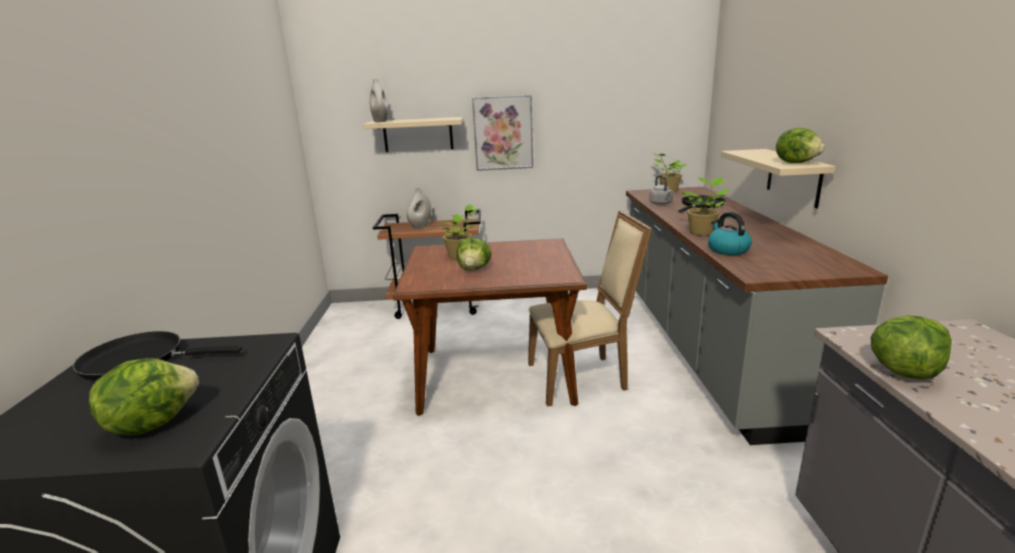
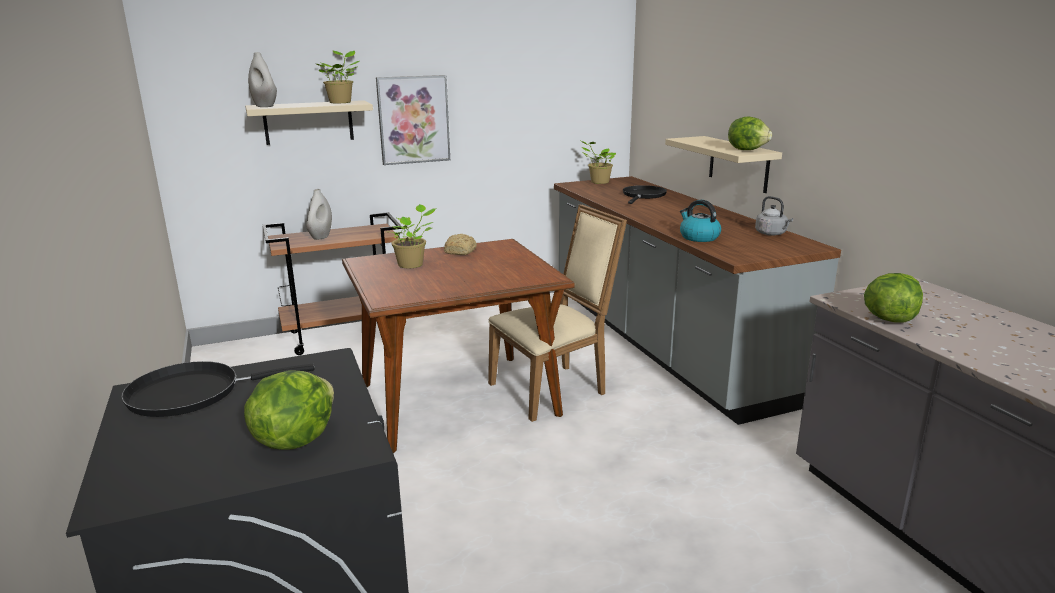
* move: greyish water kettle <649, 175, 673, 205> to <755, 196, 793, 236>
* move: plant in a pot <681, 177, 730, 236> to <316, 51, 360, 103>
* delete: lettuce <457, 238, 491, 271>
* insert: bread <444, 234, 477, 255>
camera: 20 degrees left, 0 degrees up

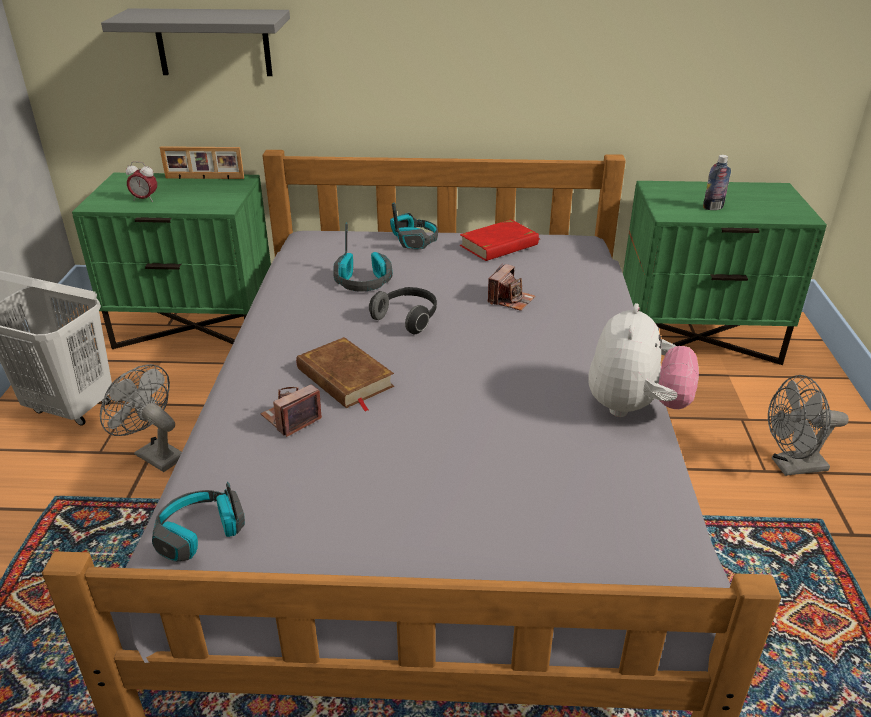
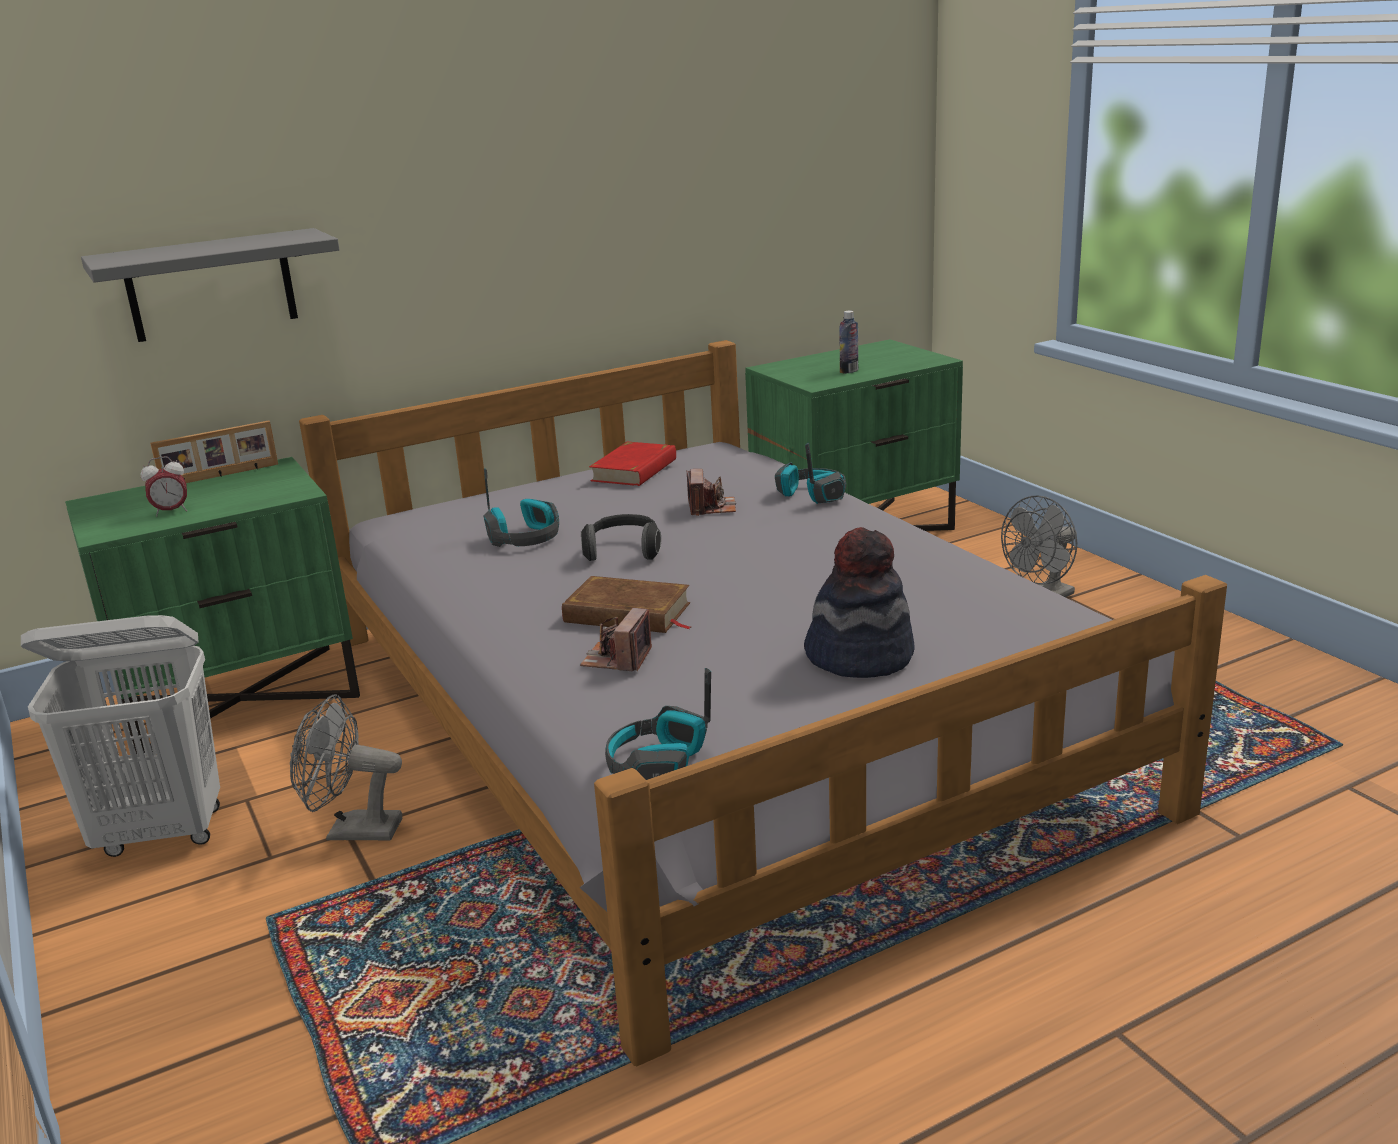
* move: headphones <390, 203, 438, 250> to <775, 443, 846, 504>
* delete: cuddly toy <588, 303, 699, 417>
* insert: clothing hat <804, 527, 915, 678>
camera: 30 degrees left, 10 degrees down

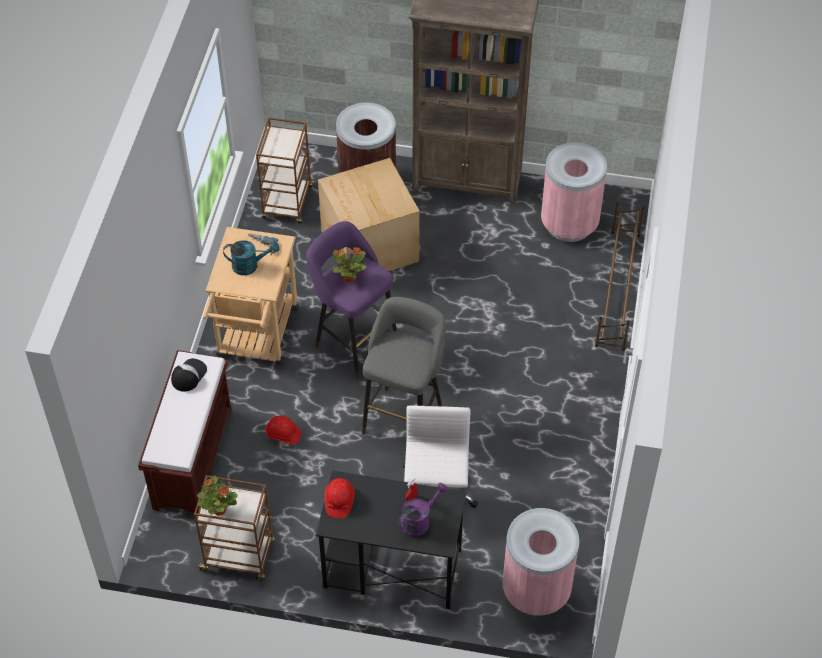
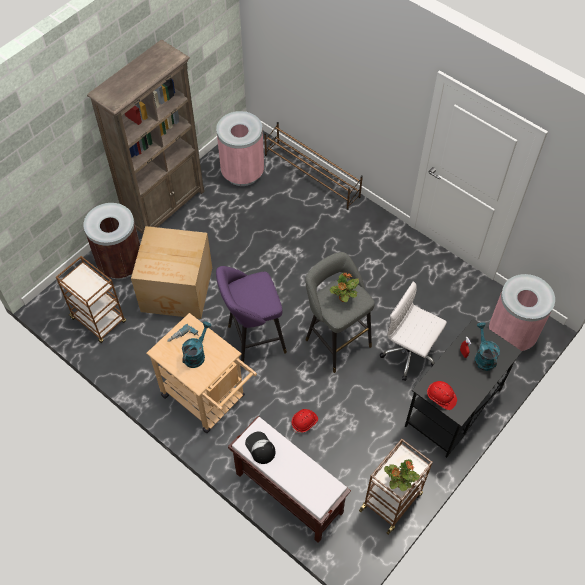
* move: plant in a pot <332, 247, 366, 282> to <330, 272, 359, 302>
* recolor: purple watering pot <398, 483, 448, 537> to turquoise-coloured watering pot <475, 322, 500, 371>
camera: 60 degrees left, 5 degrees up

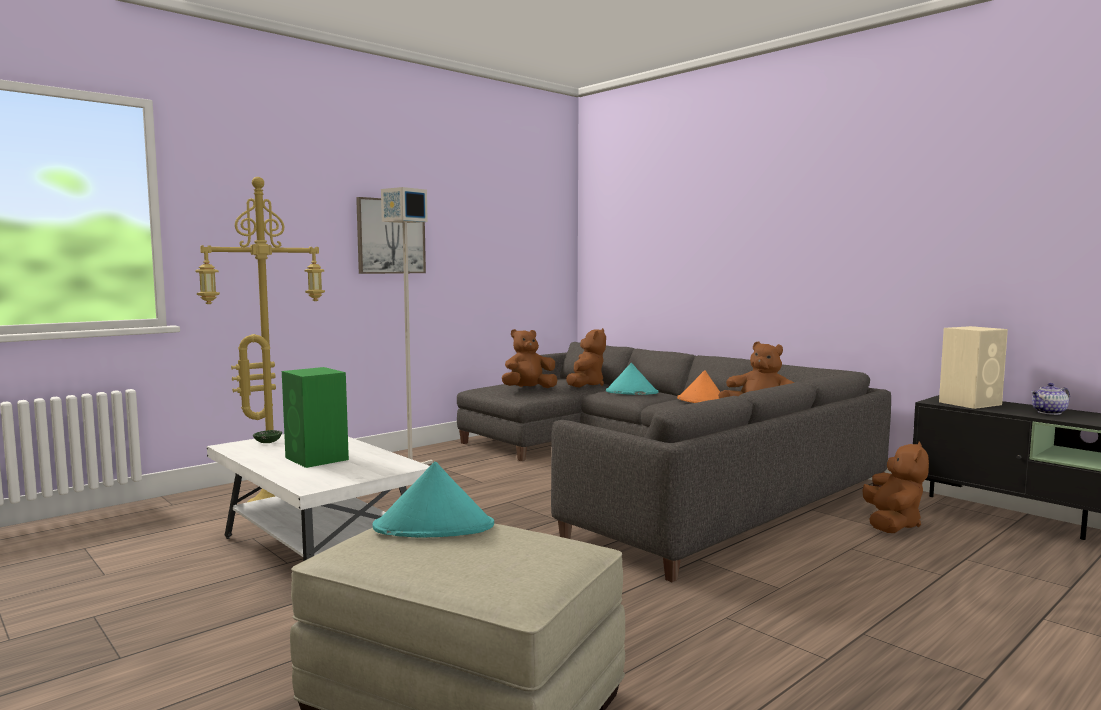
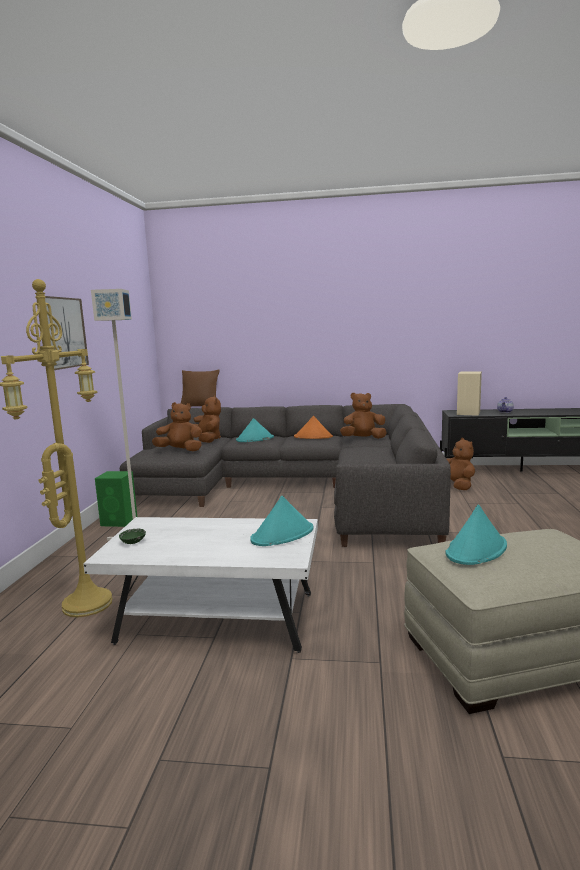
* rotate: brown-coloured cuddly toy <502, 329, 557, 388> = <152, 402, 202, 451> 75 degrees clockwise
* move: green loudspeaker <282, 367, 349, 468> to <95, 471, 137, 527>
* insert: brown-coloured throw pillow <180, 370, 219, 406>
* insert: turquoise-coloured clothing hat <250, 496, 313, 546>
camera: 40 degrees left, 5 degrees up

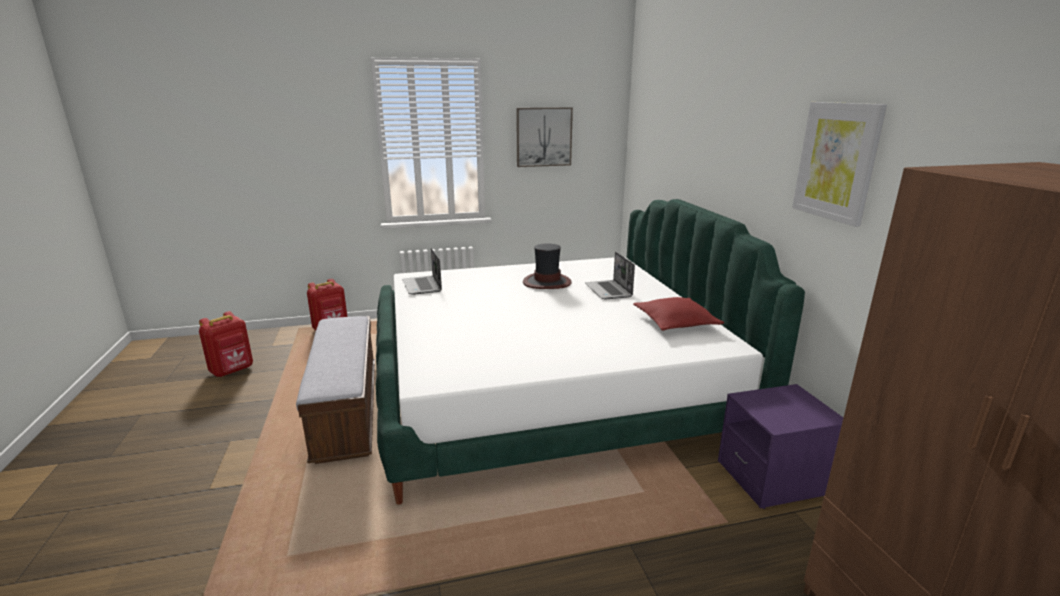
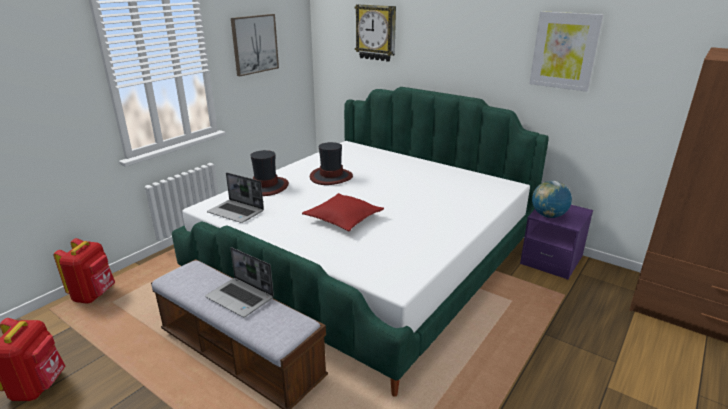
* move: laptop <585, 252, 635, 299> to <205, 247, 274, 317>
* move: reddish throw pillow <633, 297, 724, 331> to <302, 193, 384, 232>
* insert: wall clock <355, 4, 396, 62>
* insert: clothing hat <250, 150, 289, 196>
* insert: globe <532, 181, 572, 218>
camera: 40 degrees left, 5 degrees up

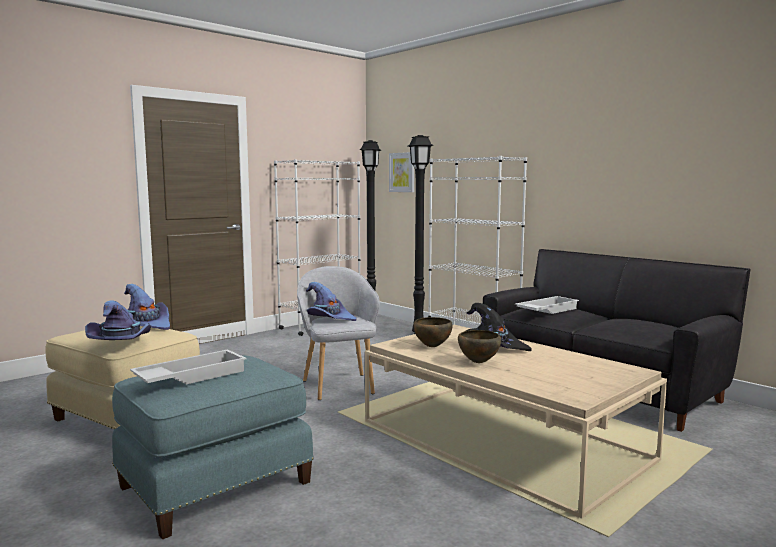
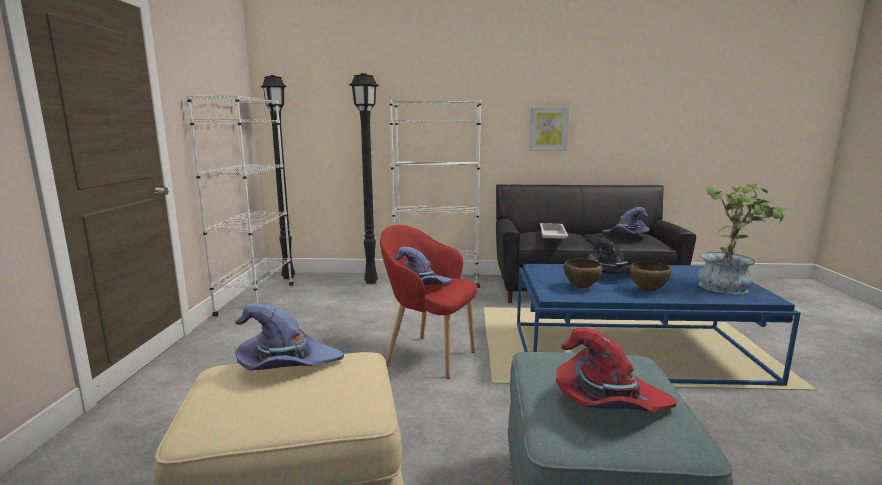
* move: wall art <389, 152, 414, 192> to <529, 107, 570, 151>
* recolor: greyish lounge chair <297, 266, 380, 400> to reddish lounge chair <380, 225, 478, 379>
* move: purple clothing hat <85, 300, 151, 340> to <602, 207, 650, 234>
* recolor: beige coffee table <365, 325, 667, 519> to blue coffee table <517, 264, 801, 386>
* replace: white carrying tray <130, 349, 247, 384> to reddish clothing hat <556, 328, 677, 413>
* insert: plant in a pot <698, 183, 789, 294>
camera: 45 degrees left, 5 degrees up

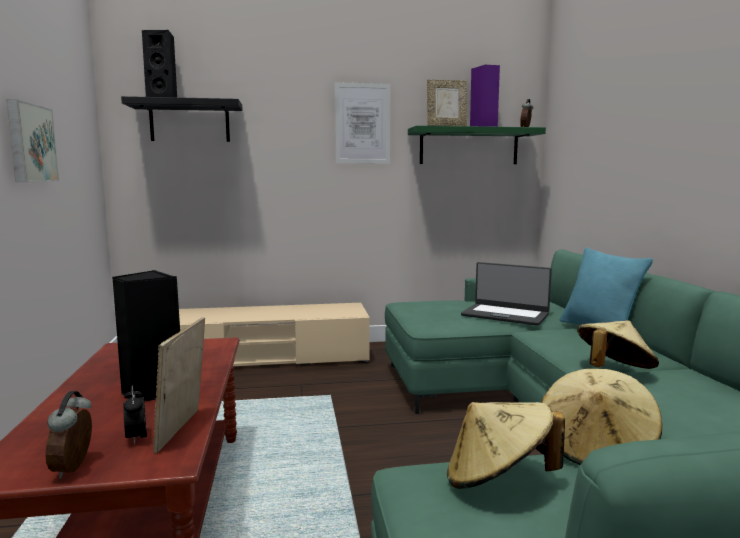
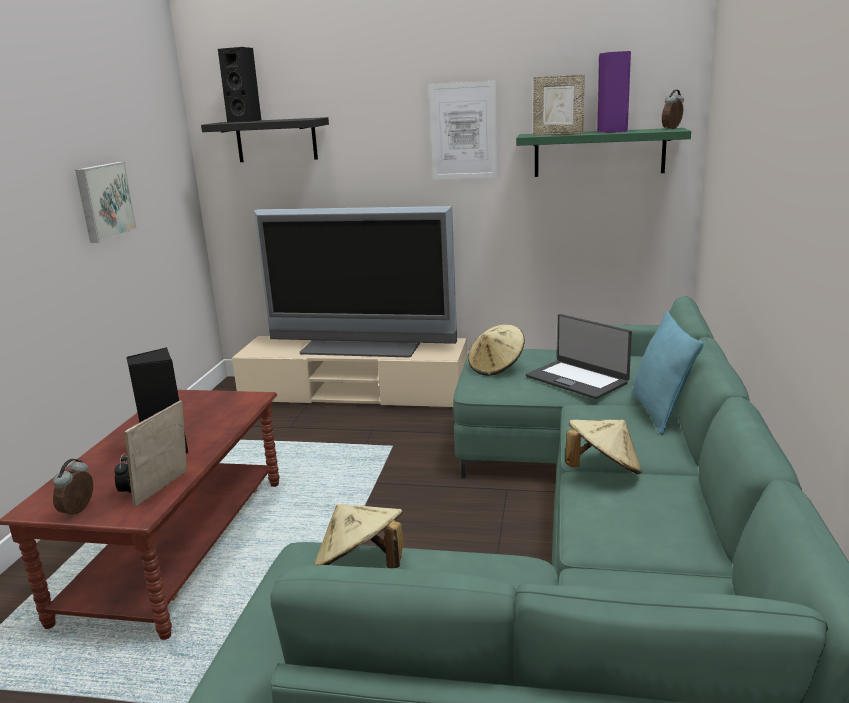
* move: beige clothing hat <541, 369, 662, 465> to <468, 325, 525, 376>
* insert: television <254, 206, 457, 357>
camera: 20 degrees right, 10 degrees up

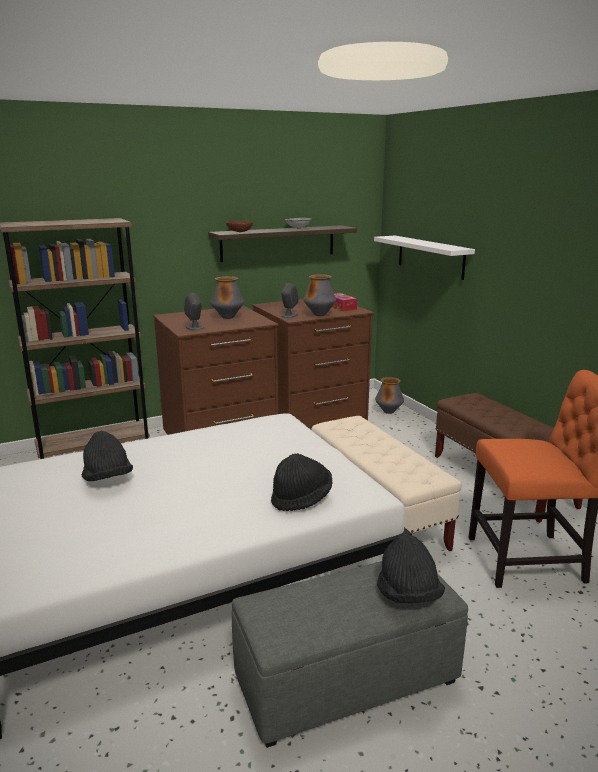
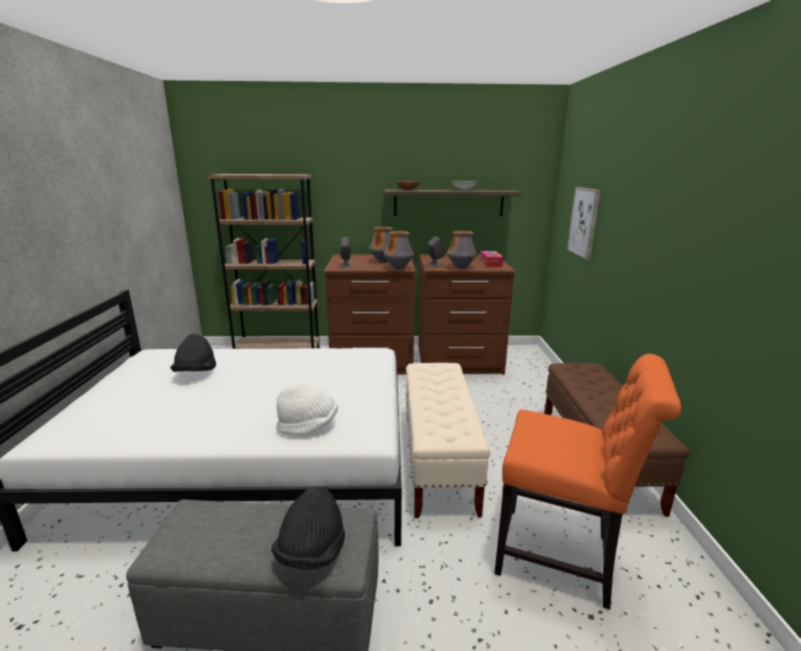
* replace: white bracket shelf <374, 236, 475, 280> to wall art <567, 187, 601, 260>
* move: vase <375, 377, 404, 414> to <384, 231, 414, 270>
* recolor: blackish clothing hat <271, 453, 332, 511> to white clothing hat <276, 382, 338, 435>
camera: 25 degrees right, 0 degrees up

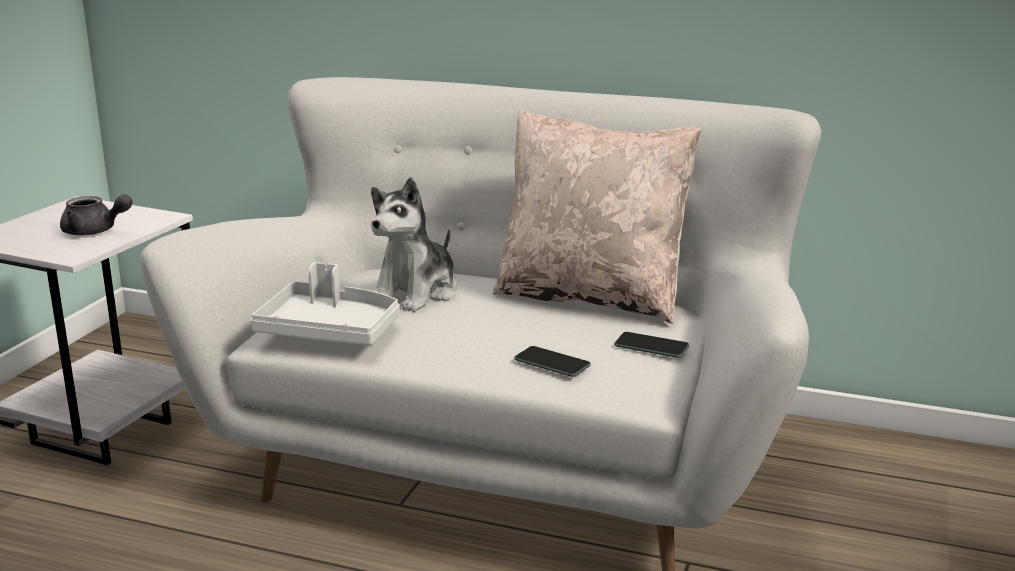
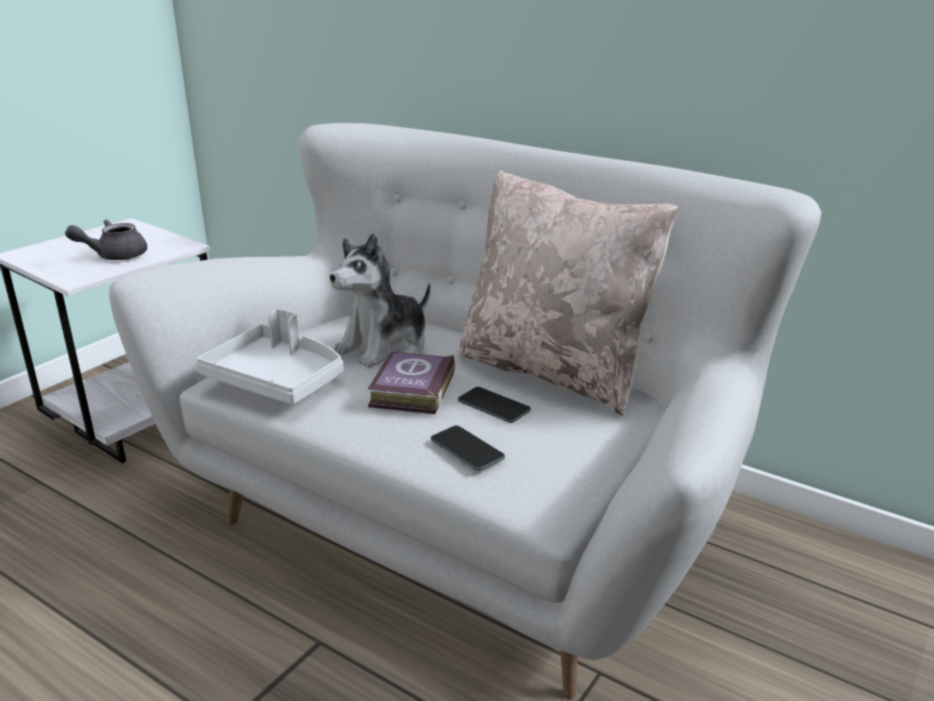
* rotate: greyish teapot <60, 194, 132, 236> = <65, 219, 147, 260> 120 degrees clockwise
* move: handset <614, 332, 689, 358> to <458, 387, 531, 423>
* insert: bound book <367, 352, 455, 414>
camera: 15 degrees right, 5 degrees up

